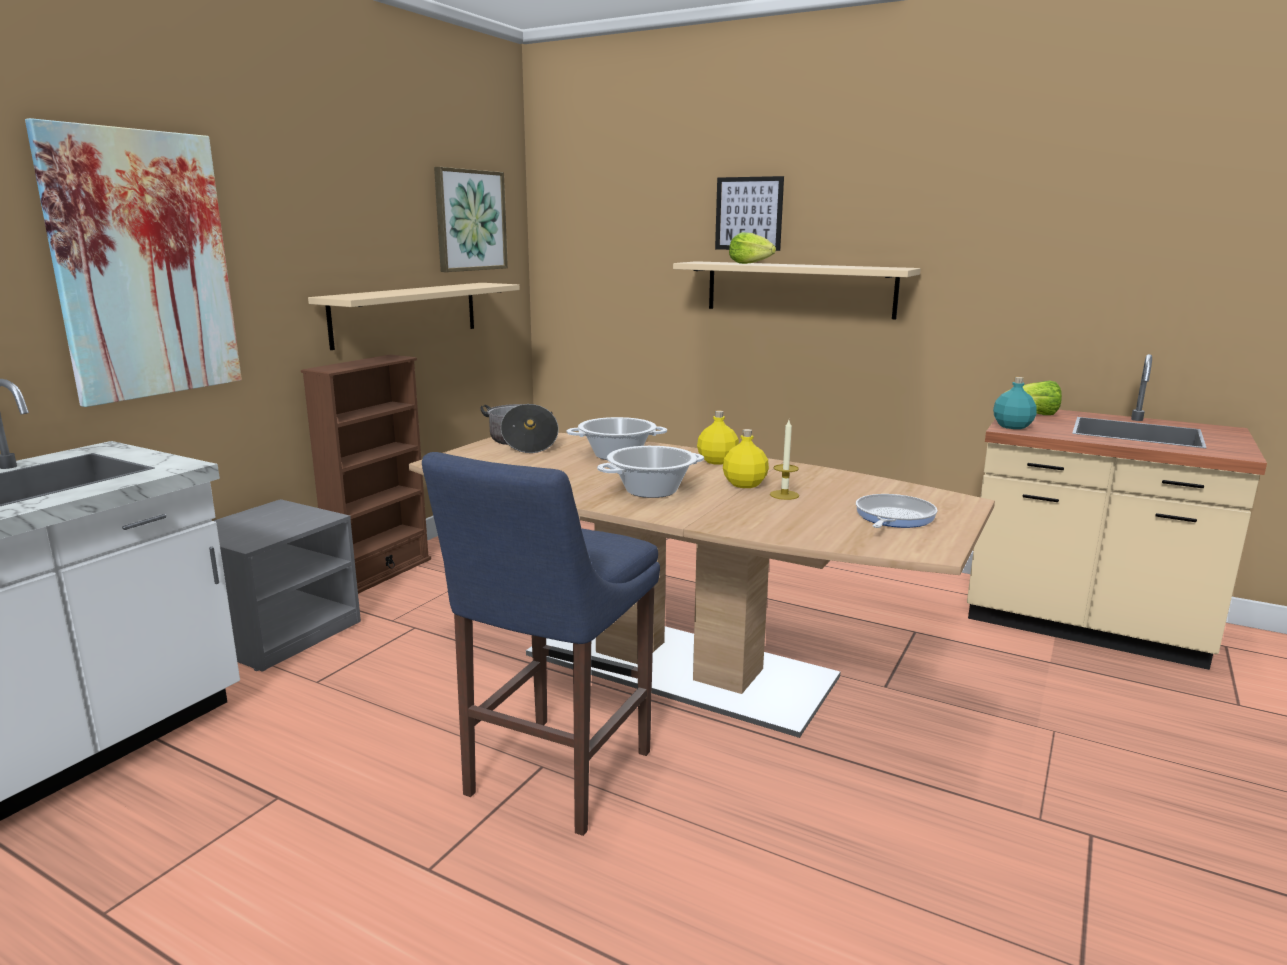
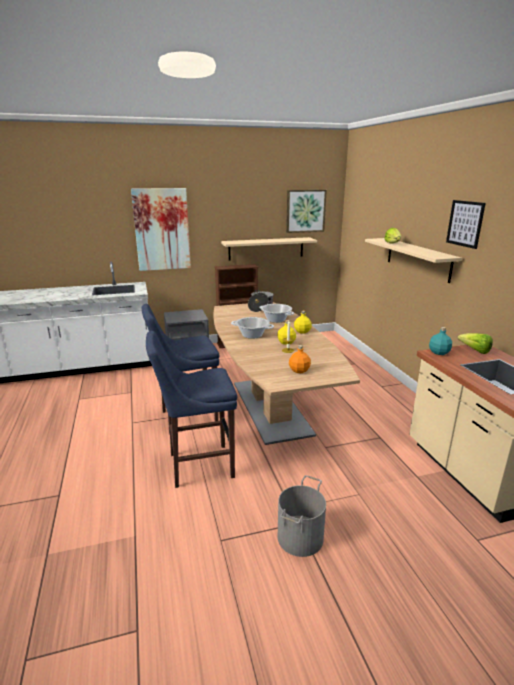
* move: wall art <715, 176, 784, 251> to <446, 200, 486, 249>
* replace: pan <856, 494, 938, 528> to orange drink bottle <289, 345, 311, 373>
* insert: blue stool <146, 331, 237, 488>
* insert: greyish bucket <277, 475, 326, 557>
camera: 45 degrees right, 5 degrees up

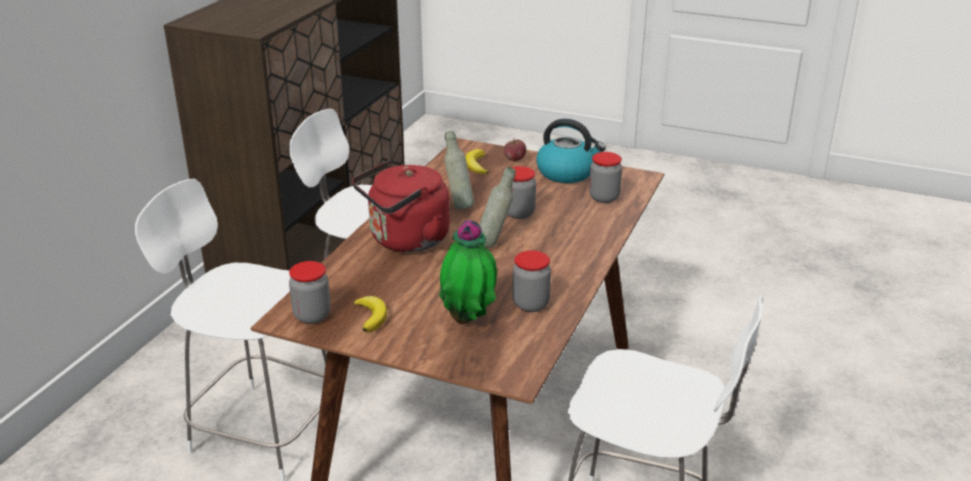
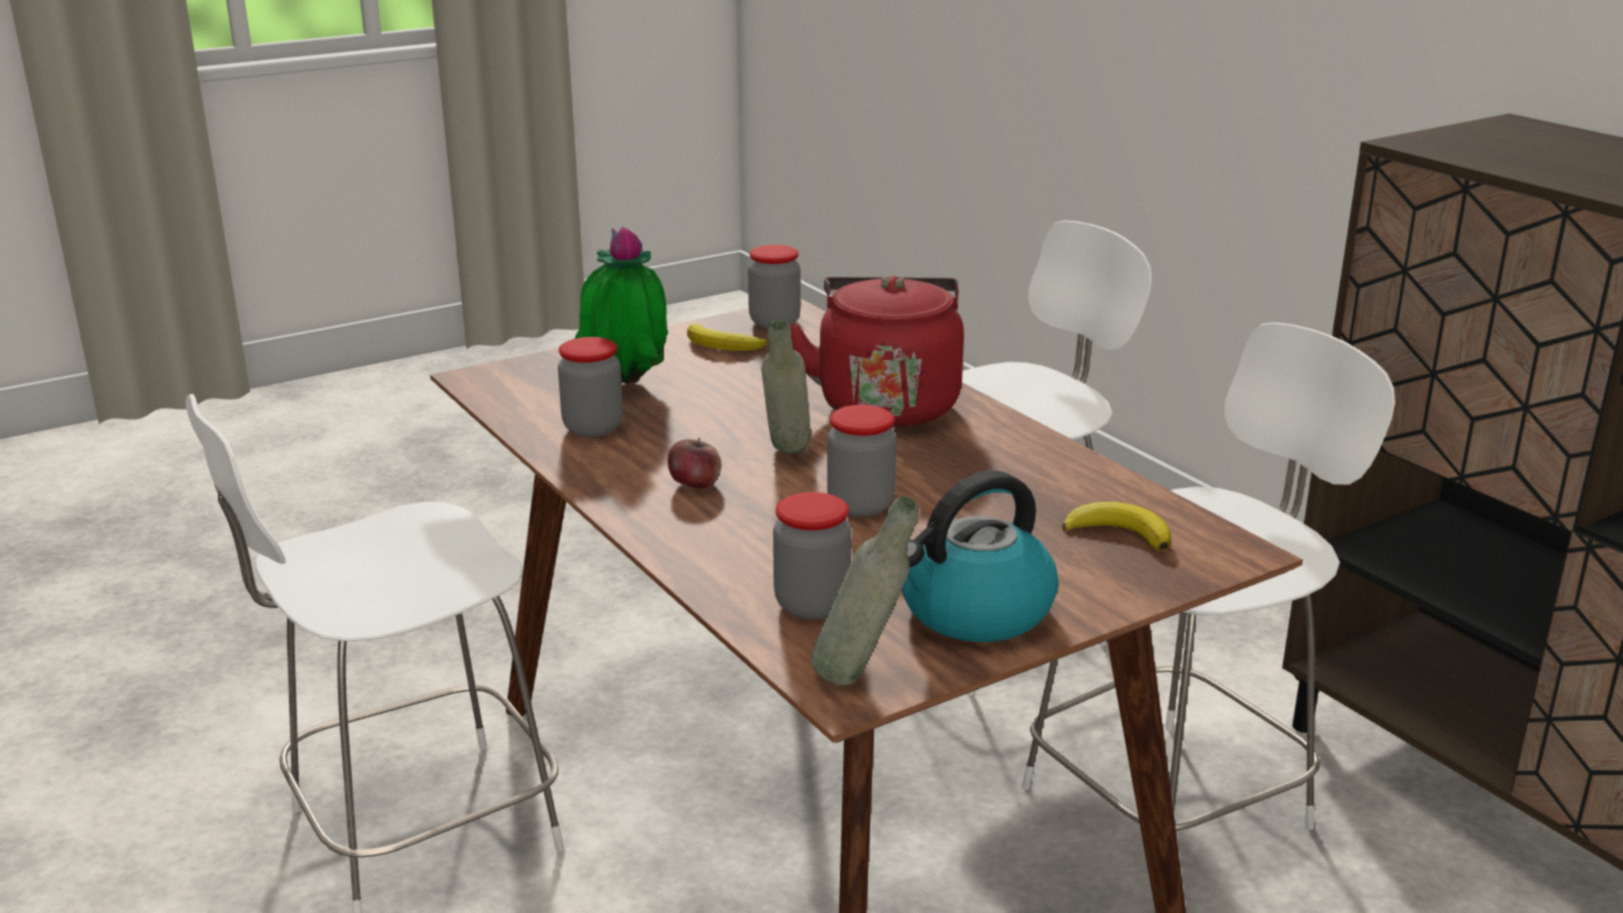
* move: greyish drink bottle <444, 131, 474, 209> to <811, 496, 919, 686>
* move: apple <504, 138, 526, 161> to <668, 438, 721, 489>
camera: 125 degrees right, 5 degrees down

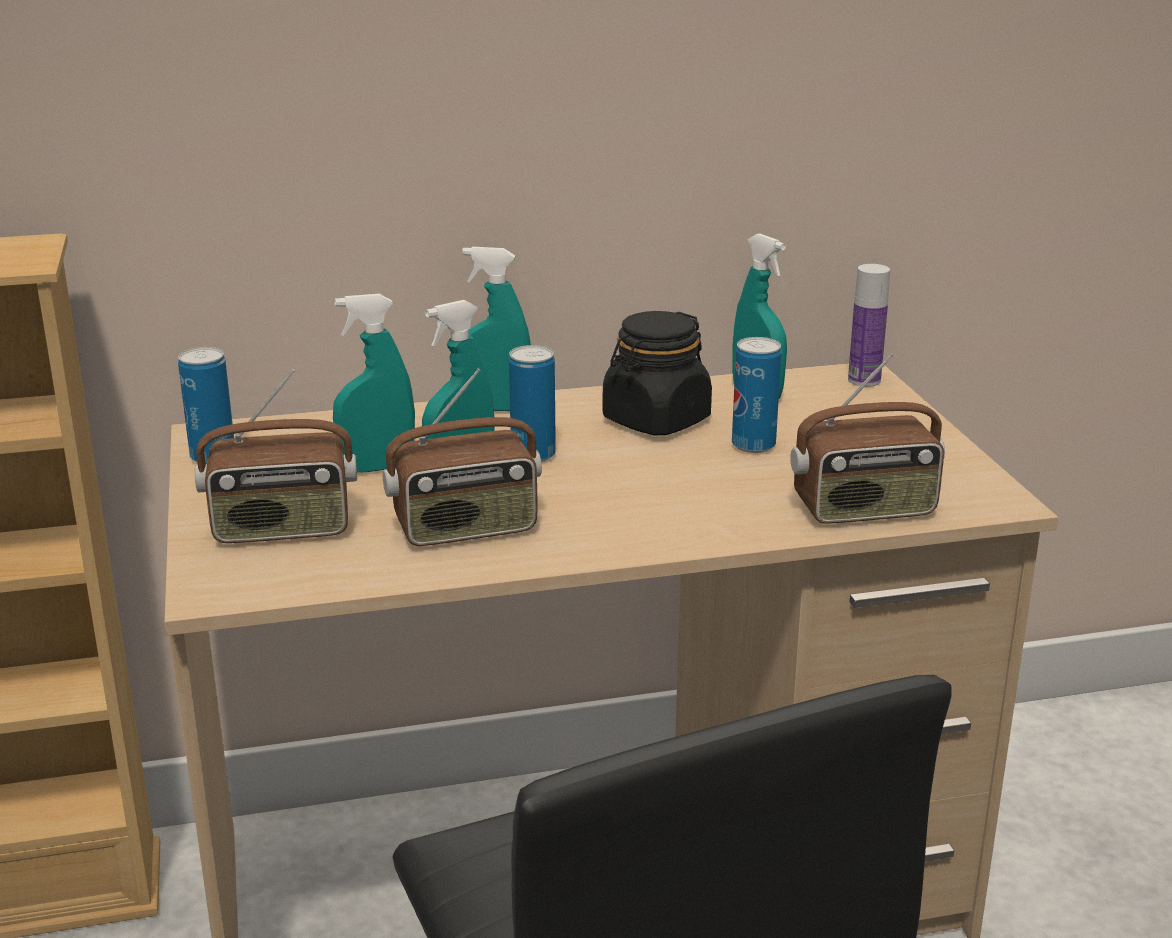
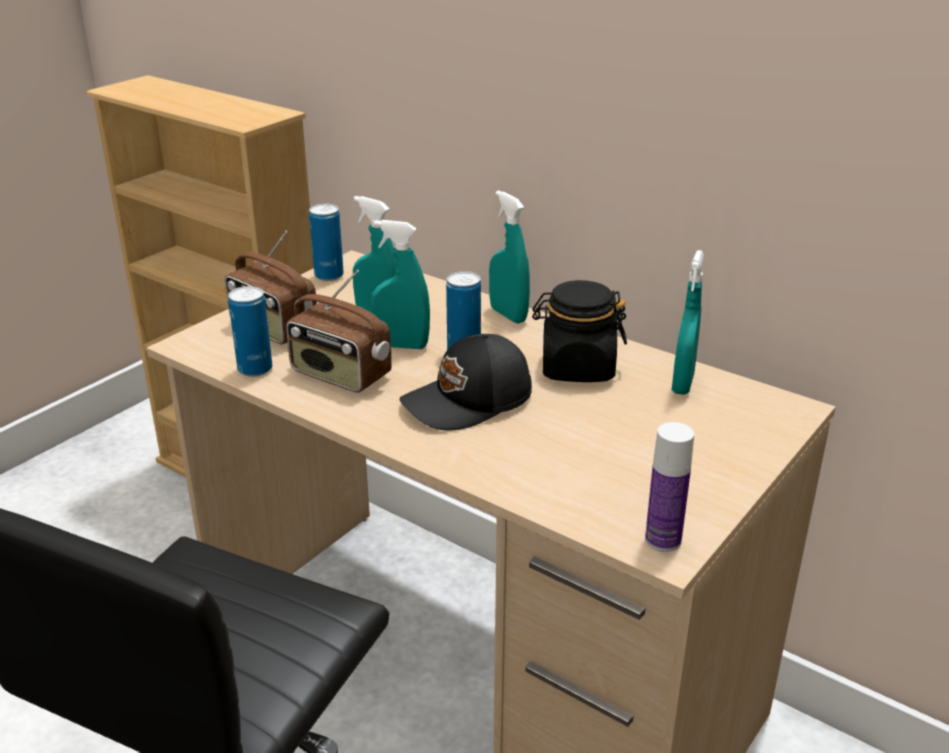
* move: drink bottle <848, 264, 890, 387> to <645, 422, 694, 552>
* move: sealed can <732, 337, 781, 453> to <228, 286, 272, 377>
* delete: radio <790, 354, 945, 524>
* insert: blackish cap <399, 334, 532, 430>
camera: 50 degrees right, 5 degrees up

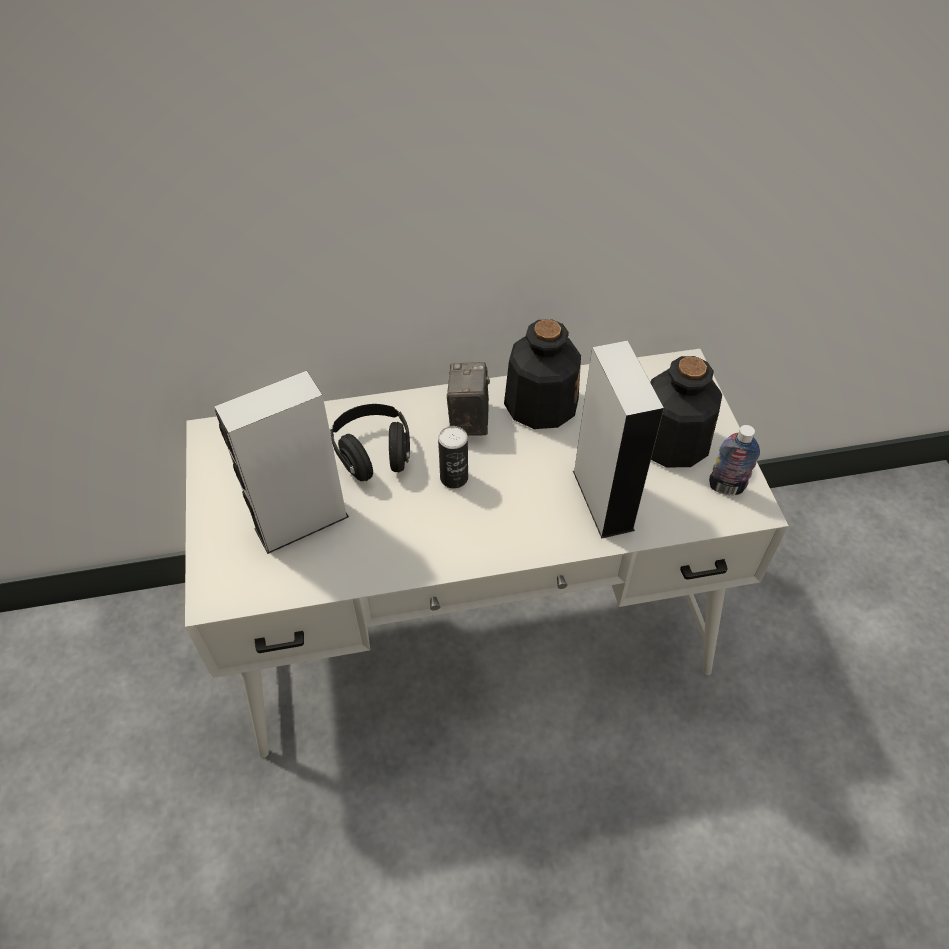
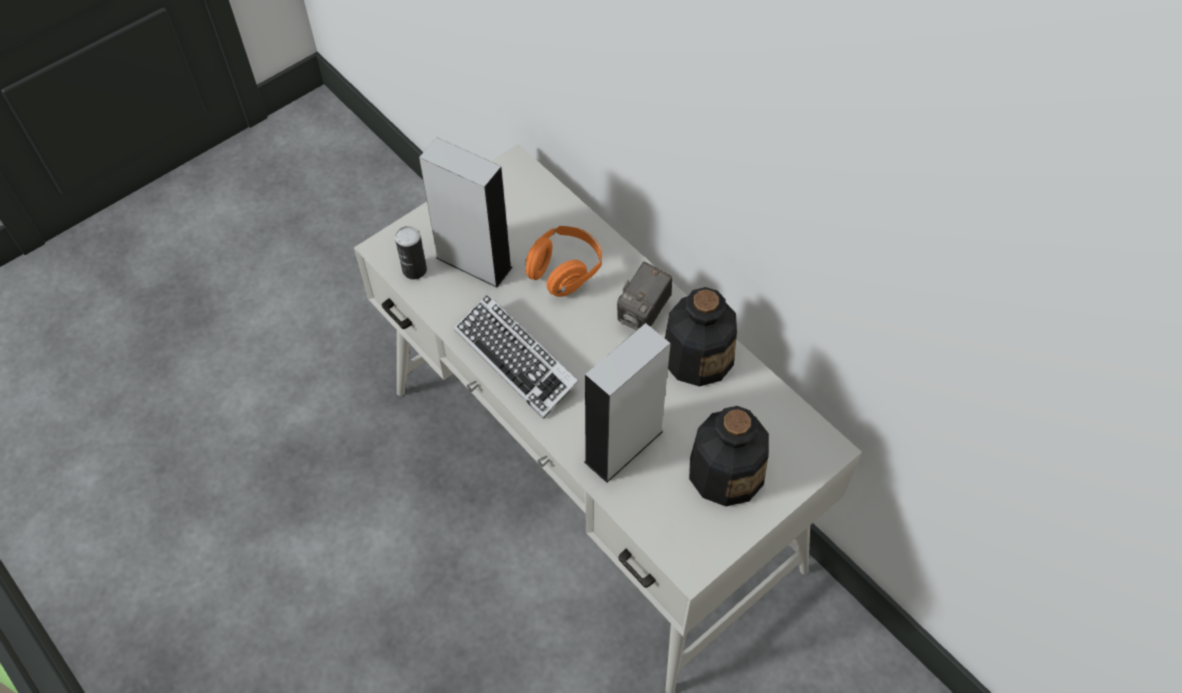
* rotate: still camera <447, 362, 490, 436> = <617, 262, 672, 331> 150 degrees clockwise
* recolor: blackish headphones <330, 404, 410, 481> to orange headphones <525, 226, 602, 297>
* delete: drink bottle <709, 425, 760, 495>
* move: sealed can <438, 426, 468, 489> to <395, 226, 427, 279>
* insert: keyboard <454, 293, 579, 419>
camera: 60 degrees right, 5 degrees up

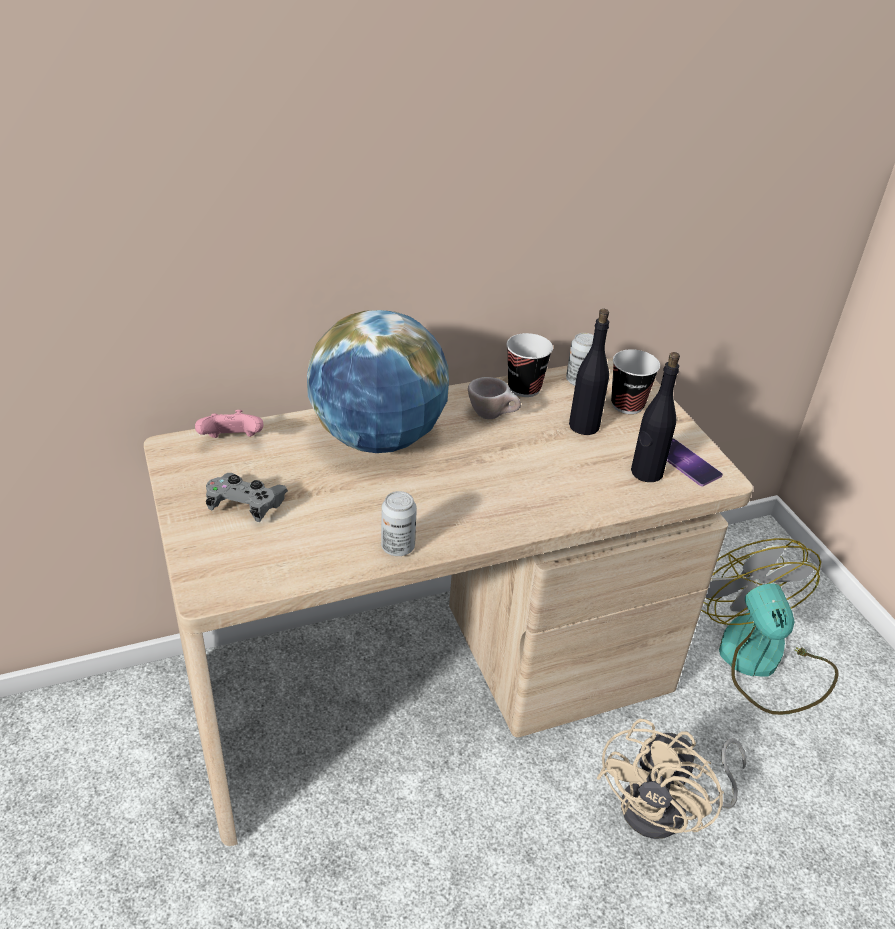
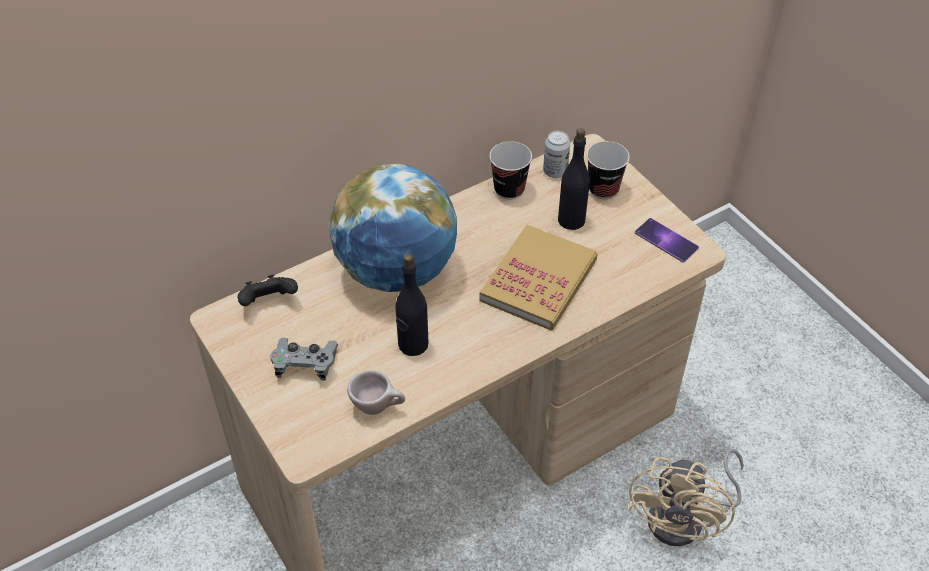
* move: blackish drink bottle <631, 352, 680, 482> to <396, 254, 429, 356>
* move: beige drinking cup <468, 377, 521, 419> to <347, 370, 405, 415>
* recolor: pink-coloured joypad <195, 410, 264, 438> to blackish joypad <238, 275, 298, 306>
* delete: sealed can <381, 491, 417, 556>
* delete: fan <701, 538, 839, 715>
* insert: bound book <480, 225, 598, 330>
camera: 10 degrees left, 10 degrees up

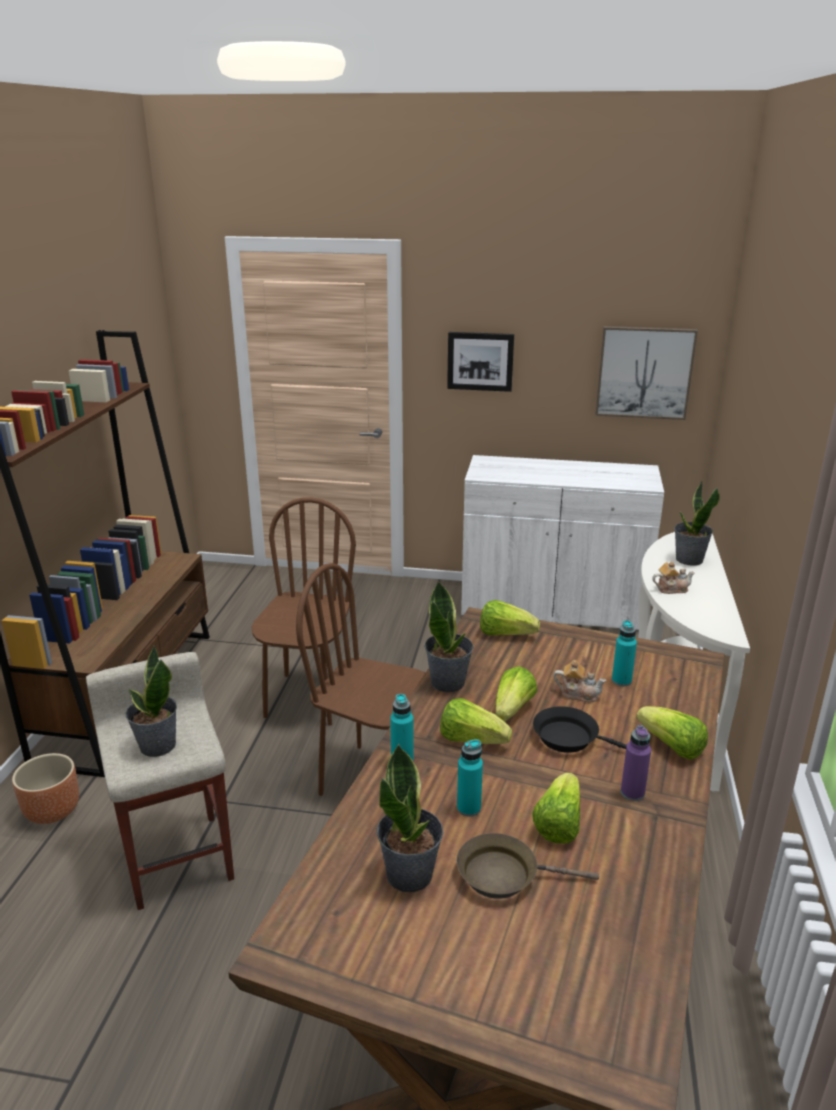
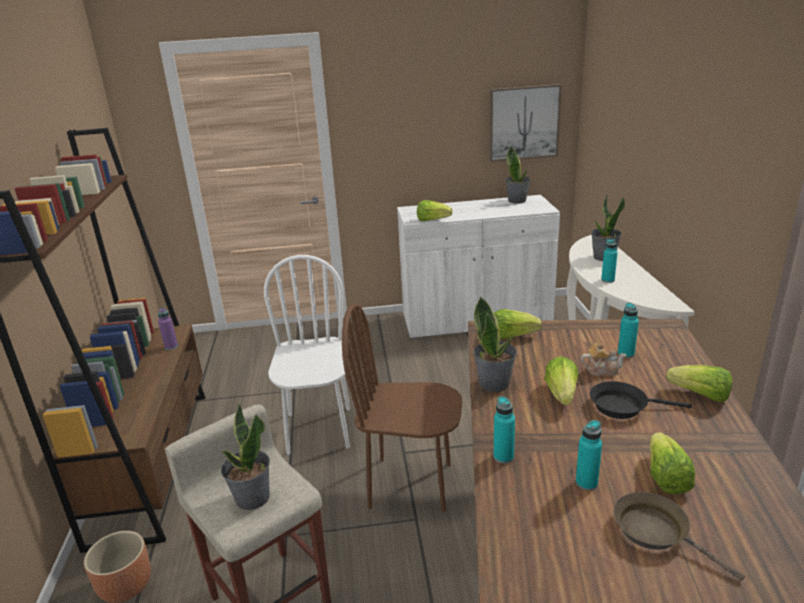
* delete: wall art <447, 332, 514, 392>
* recolor: brown-coloured plain chair <251, 497, 356, 726> to white plain chair <264, 255, 350, 455>
* replace: teapot <652, 561, 695, 594> to turquoise-coloured drink bottle <601, 239, 618, 283>
* move: lettuce <440, 698, 512, 744> to <417, 200, 452, 221>
* move: purple drink bottle <621, 725, 651, 801> to <158, 308, 178, 350>
* move: plant in a pot <377, 744, 444, 892> to <506, 146, 531, 204>
* rotate: brown-coloured pan <457, 833, 599, 899> = <614, 492, 745, 580> 60 degrees clockwise
camera: 15 degrees left, 0 degrees up

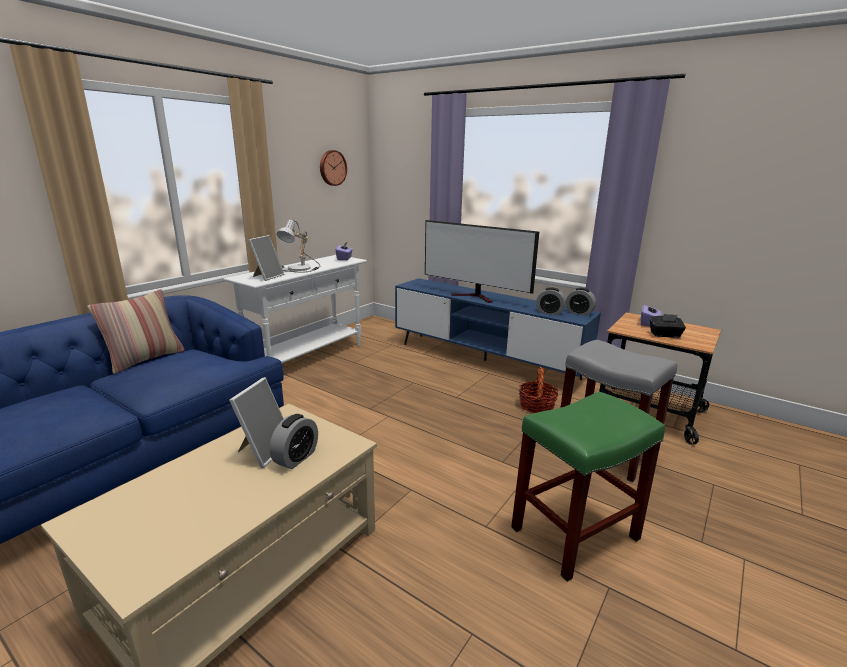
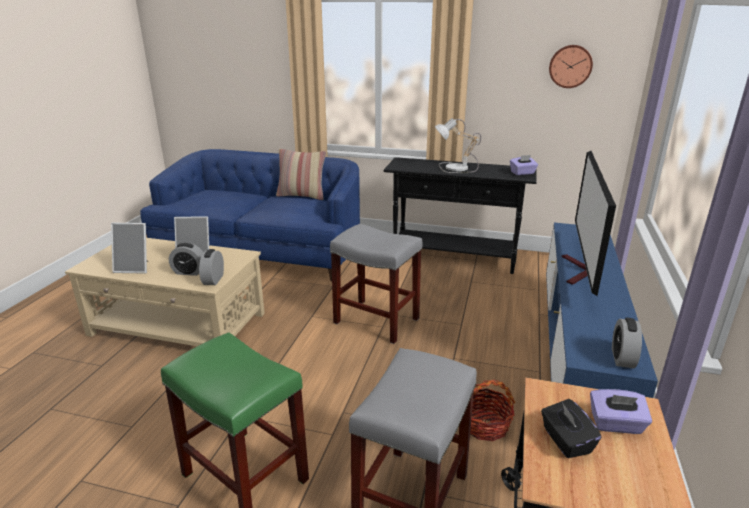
* move: standing frame <248, 235, 284, 281> to <111, 223, 148, 274>
* recolor: white narrow table <223, 255, 367, 363> to blackish narrow table <383, 157, 537, 274>
* move: table clock <536, 287, 566, 315> to <199, 249, 224, 285>
* insert: greyish stool <330, 224, 423, 344>
camera: 70 degrees right, 5 degrees up

